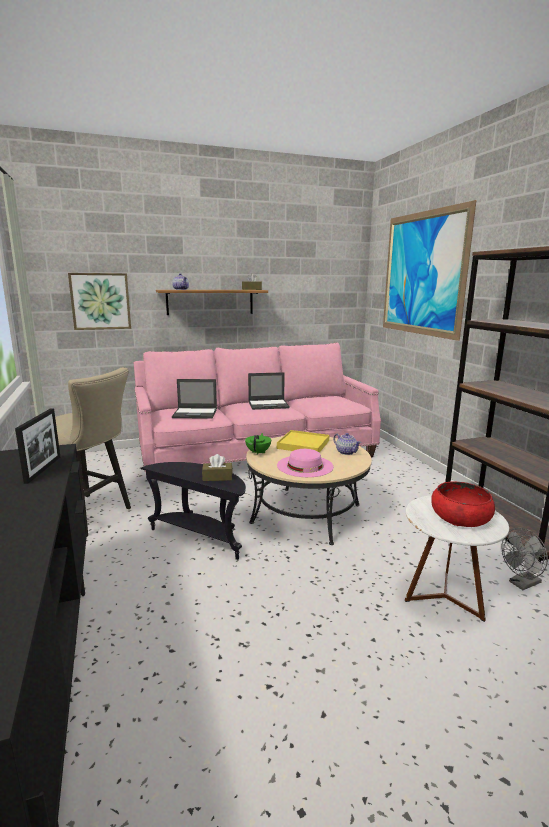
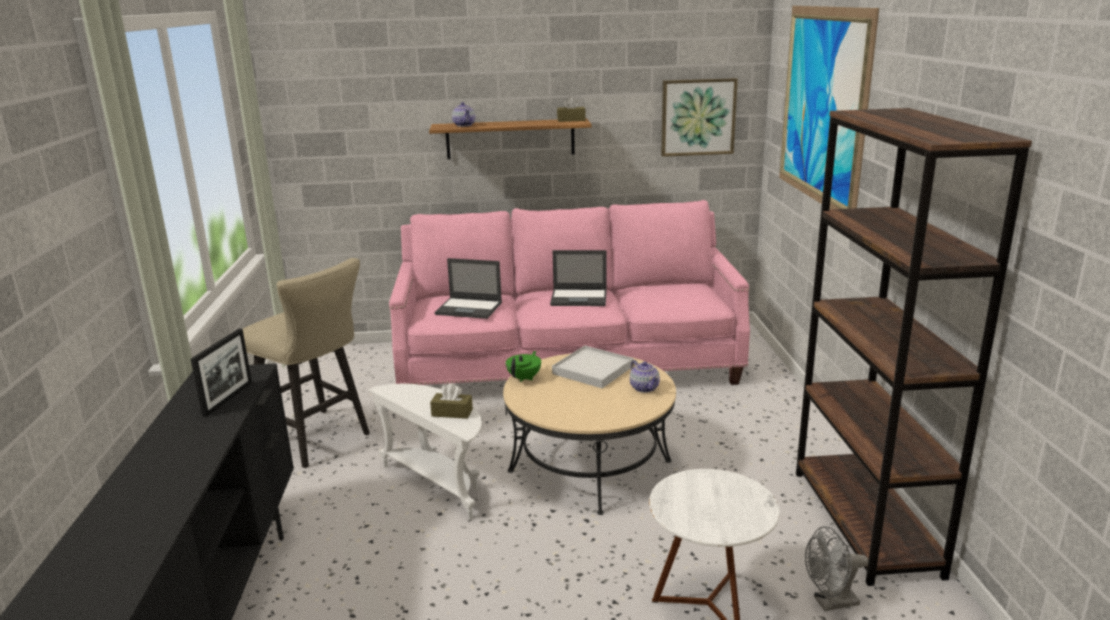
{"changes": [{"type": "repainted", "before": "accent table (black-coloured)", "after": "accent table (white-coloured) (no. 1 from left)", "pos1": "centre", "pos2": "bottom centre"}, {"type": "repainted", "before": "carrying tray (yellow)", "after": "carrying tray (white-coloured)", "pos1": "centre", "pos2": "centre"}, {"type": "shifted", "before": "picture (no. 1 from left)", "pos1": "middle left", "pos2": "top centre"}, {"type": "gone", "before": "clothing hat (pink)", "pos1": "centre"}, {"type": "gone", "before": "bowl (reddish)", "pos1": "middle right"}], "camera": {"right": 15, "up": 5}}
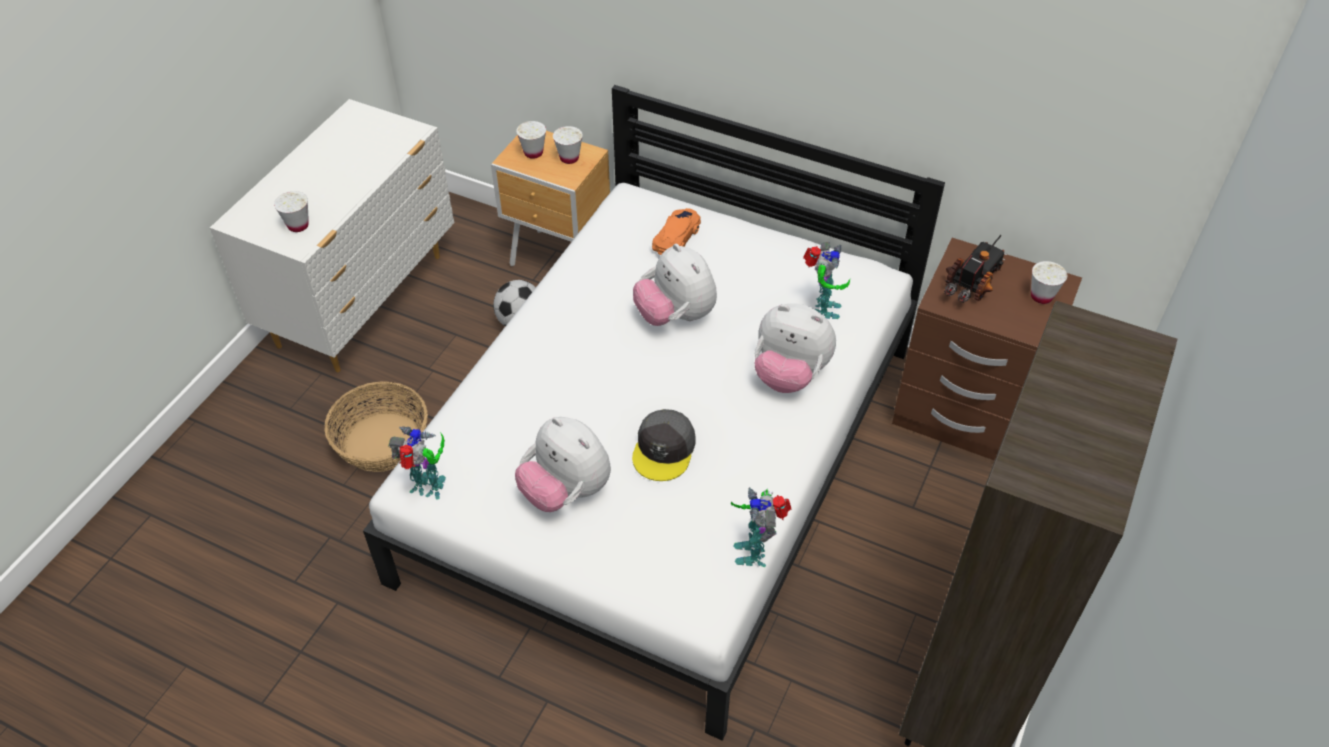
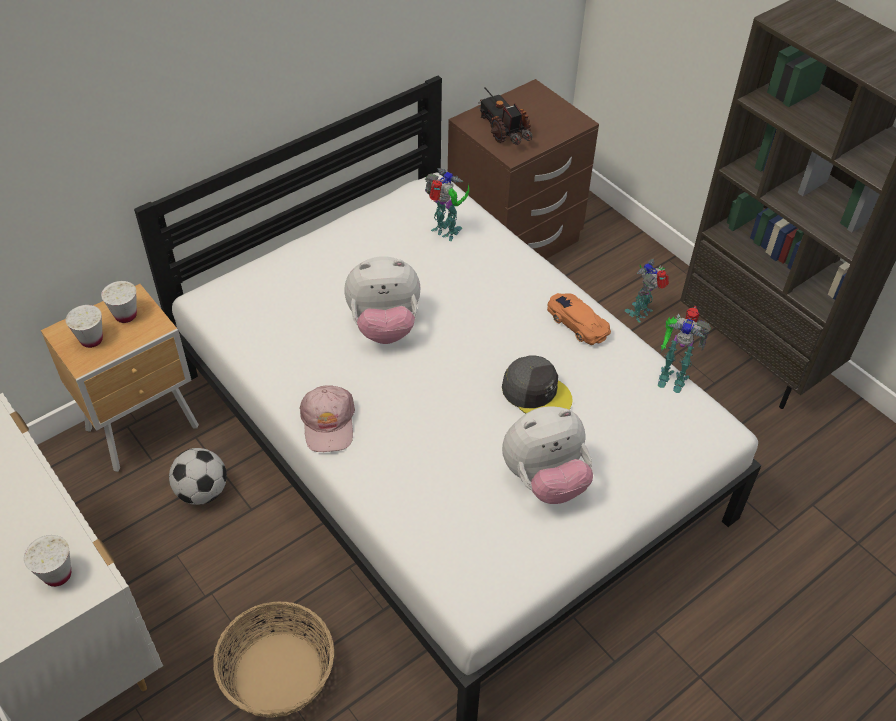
{"changes": [{"type": "new", "after": "peaked cap (pink)", "pos2": "centre"}, {"type": "shifted", "before": "toy car (orange-coloured)", "pos1": "top centre", "pos2": "centre"}, {"type": "shifted", "before": "model robot (no. 1 from left in the first image)", "after": "model robot (no. 2 from left)", "pos1": "middle left", "pos2": "middle right"}, {"type": "gone", "before": "soft toy (no. 3 from left)", "pos1": "centre"}, {"type": "gone", "before": "drinking cup (white-coloured) (no. 4 from left)", "pos1": "middle right"}], "camera": {"right": -65, "up": 0}}
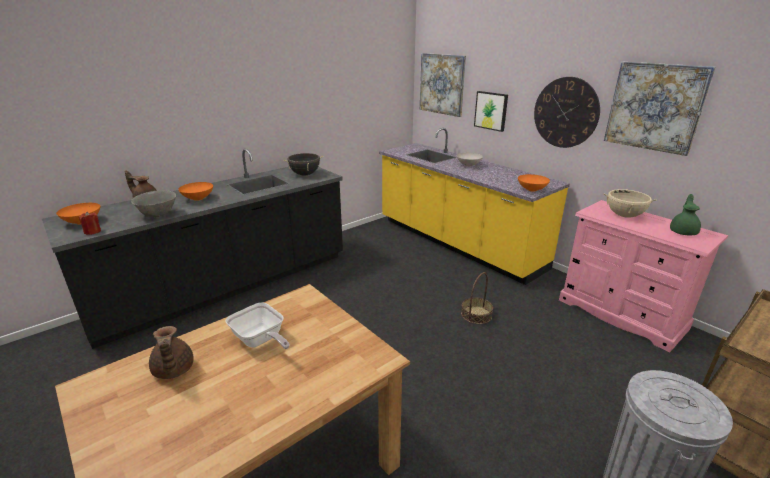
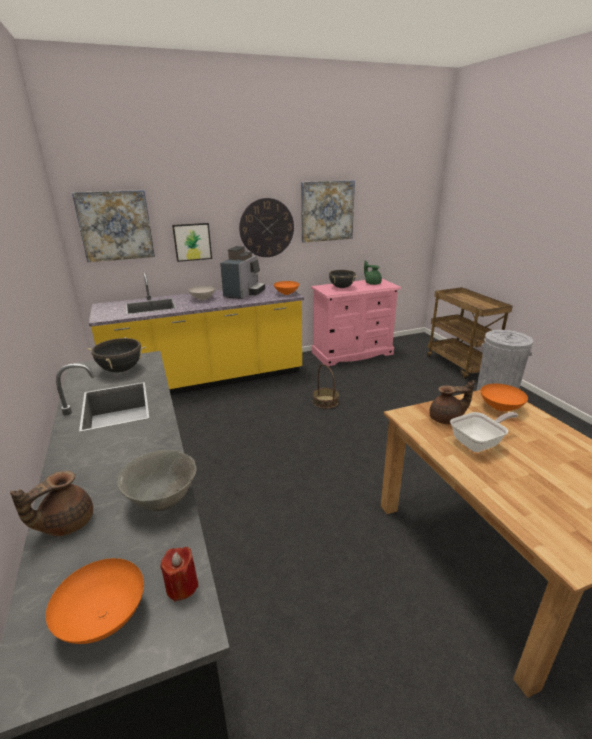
{"changes": [{"type": "new", "after": "coffee machine", "pos2": "centre"}, {"type": "repainted", "before": "cooking pot (beige-coloured)", "after": "cooking pot (black-coloured) (no. 2 from left)", "pos1": "middle right", "pos2": "centre"}, {"type": "shifted", "before": "pot for tea (brownish) (no. 2 from left)", "pos1": "bottom left", "pos2": "middle right"}, {"type": "shifted", "before": "bowl (orange-coloured) (no. 2 from left in the first image)", "after": "bowl (orange-coloured) (no. 3 from left)", "pos1": "middle left", "pos2": "middle right"}], "camera": {"right": -70, "up": 0}}
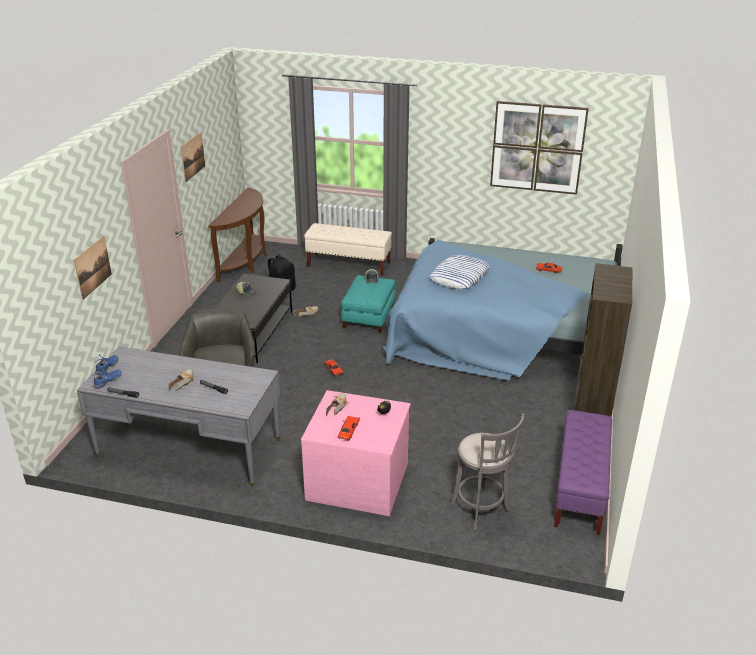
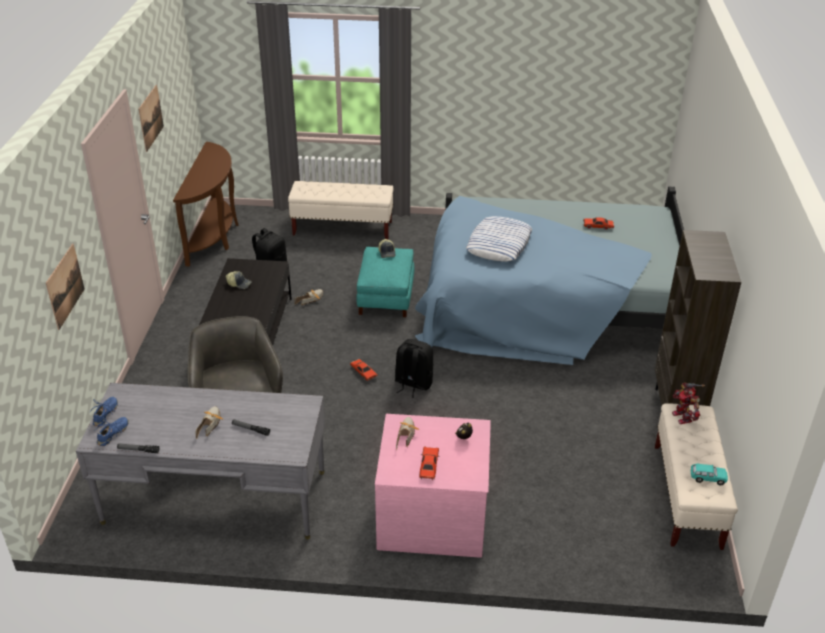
{"changes": [{"type": "new", "after": "rucksack (black-coloured) (no. 2 from left)", "pos2": "centre"}, {"type": "repainted", "before": "long seat (purple)", "after": "long seat (beige-coloured) (no. 2 from left)", "pos1": "bottom right", "pos2": "bottom right"}, {"type": "new", "after": "model robot", "pos2": "middle right"}, {"type": "new", "after": "toy car (blue-green)", "pos2": "bottom right"}, {"type": "gone", "before": "stool seat (grey)", "pos1": "bottom centre"}, {"type": "gone", "before": "picture (no. 3 from left)", "pos1": "top right"}], "camera": {"right": -10, "up": 5}}
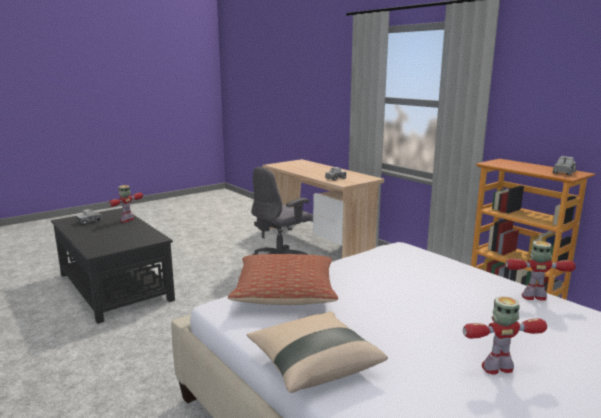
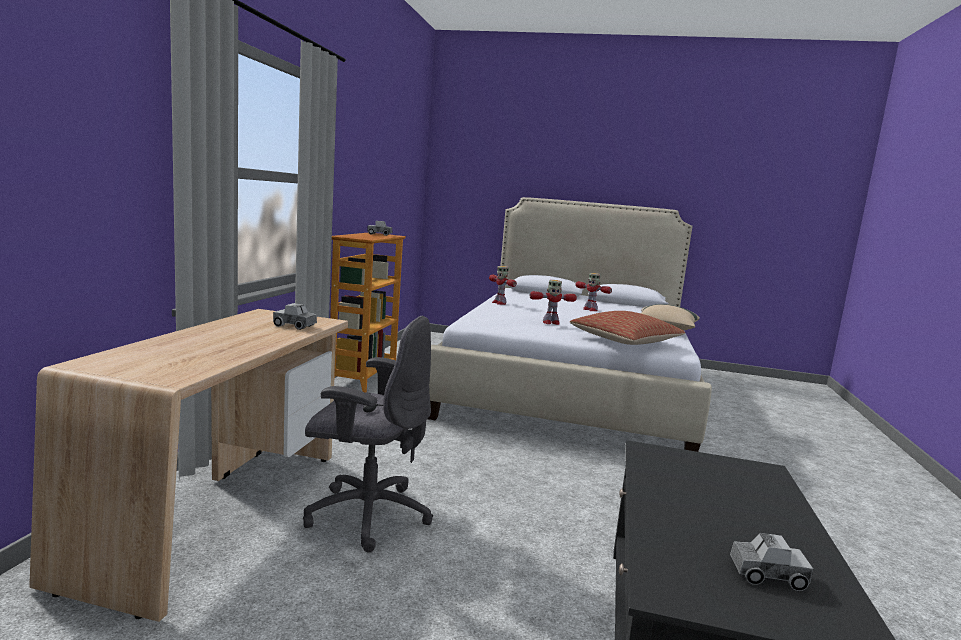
{"changes": [{"type": "shifted", "before": "model robot (no. 1 from left in the first image)", "after": "model robot (no. 2 from left)", "pos1": "middle left", "pos2": "centre"}], "camera": {"right": -130, "up": -5}}
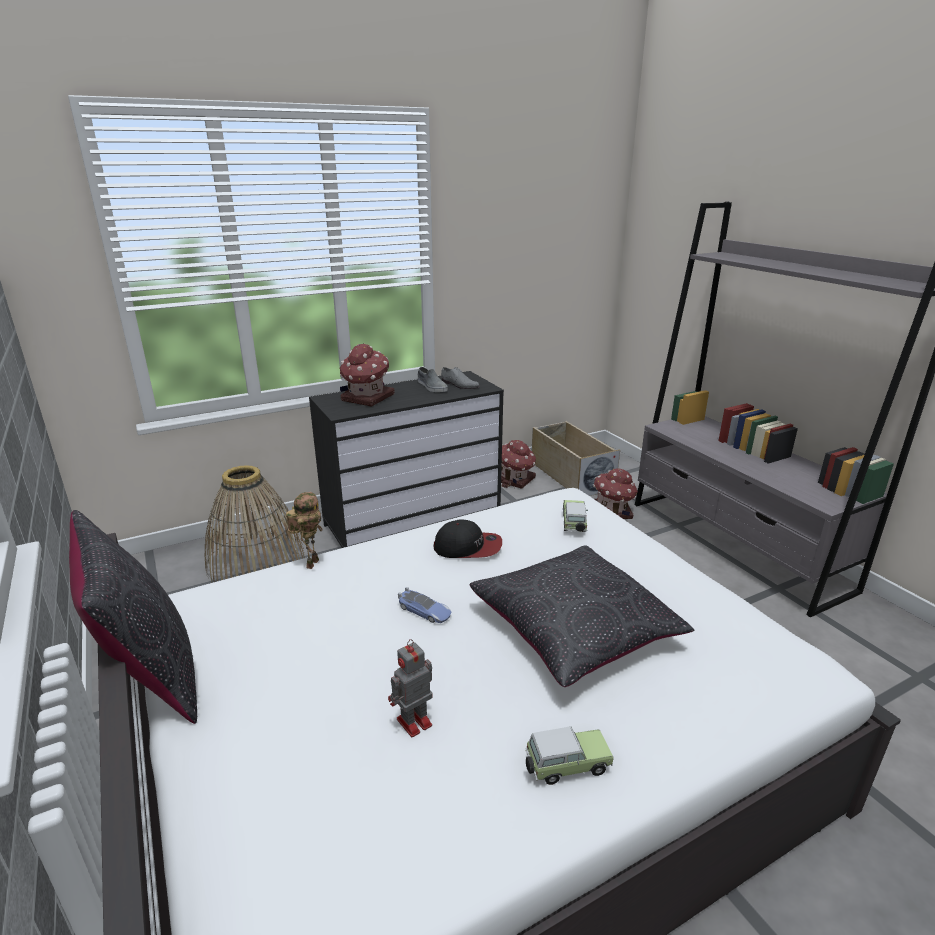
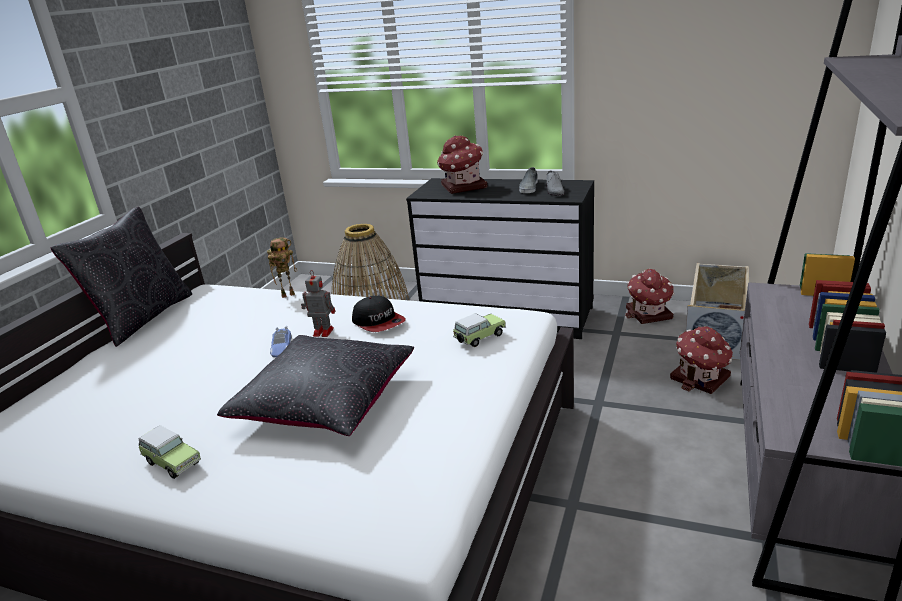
{"changes": [{"type": "shifted", "before": "model robot (no. 2 from left)", "pos1": "bottom centre", "pos2": "centre"}], "camera": {"right": 50, "up": 0}}
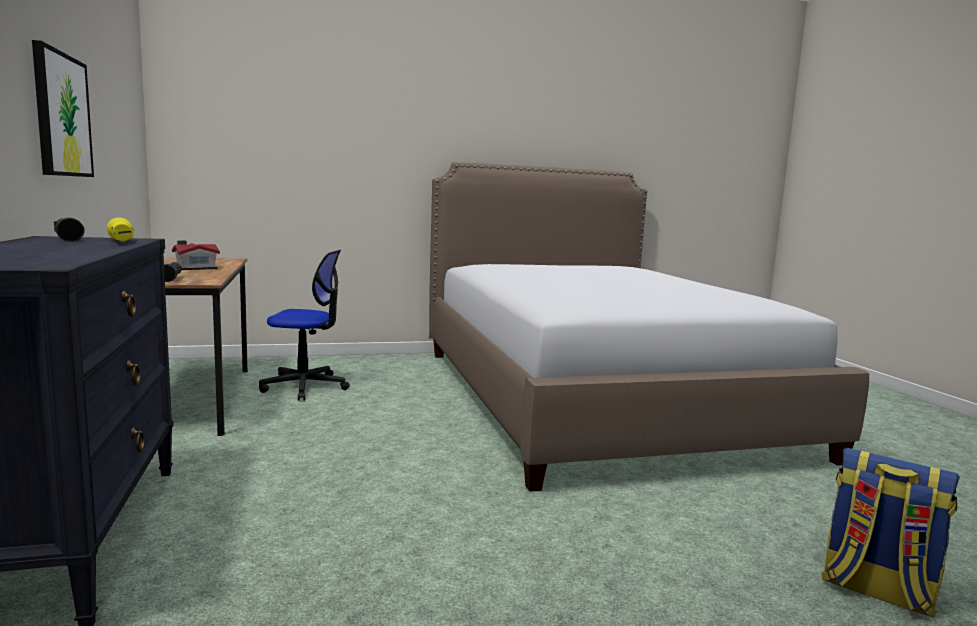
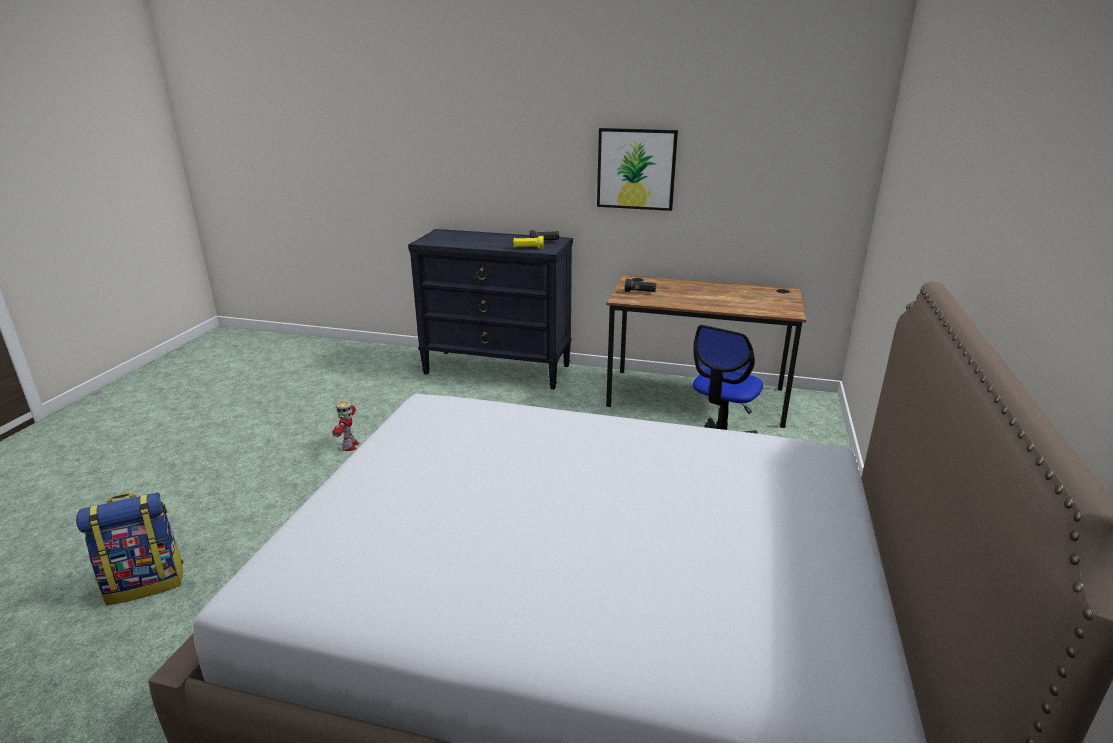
{"changes": [{"type": "new", "after": "model robot", "pos2": "middle left"}, {"type": "gone", "before": "toy house", "pos1": "middle left"}], "camera": {"right": 120, "up": 15}}
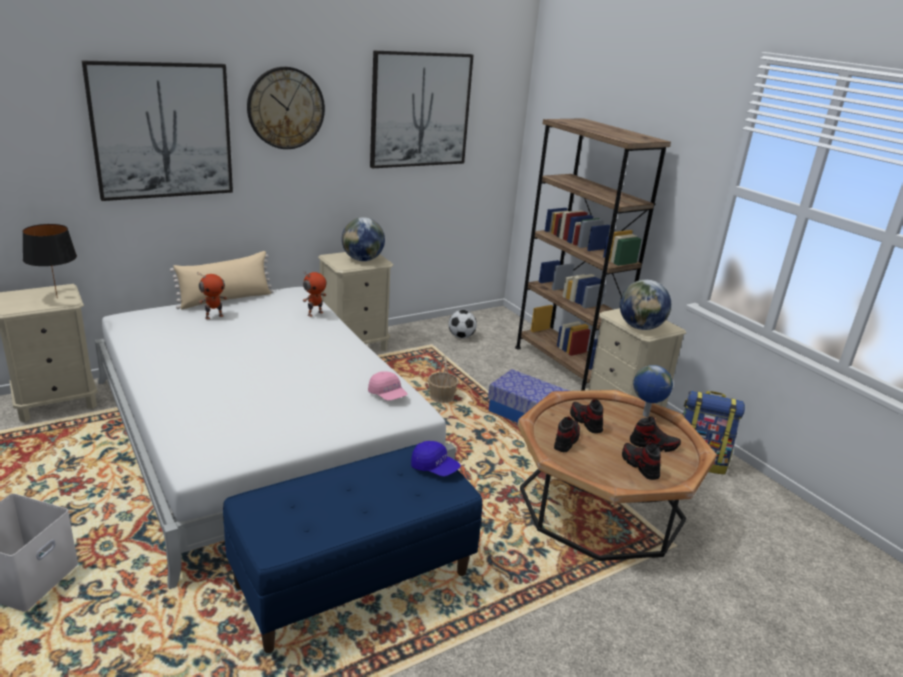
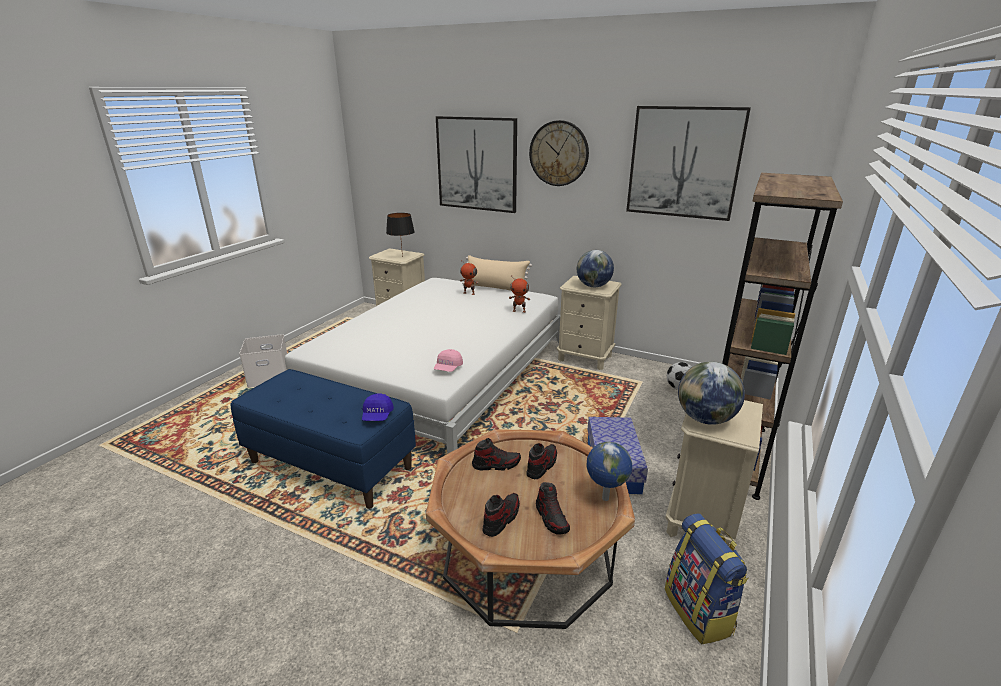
{"changes": [{"type": "gone", "before": "household basket", "pos1": "centre"}], "camera": {"right": 60, "up": 0}}
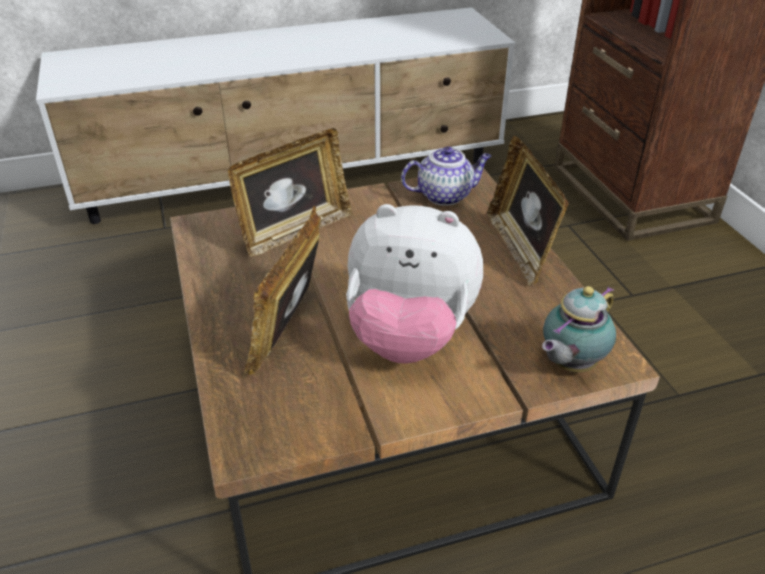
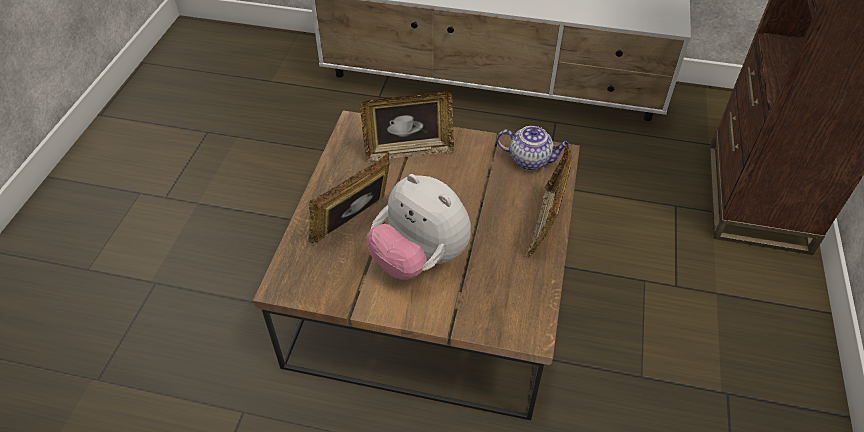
{"changes": [{"type": "gone", "before": "pot for tea (no. 2 from left)", "pos1": "middle right"}], "camera": {"right": 30, "up": 10}}
